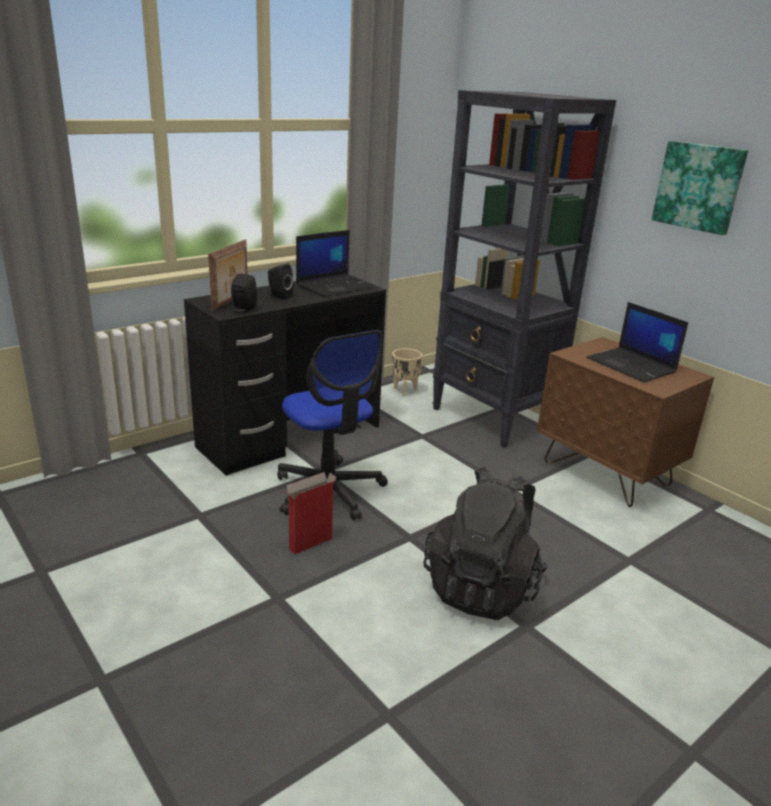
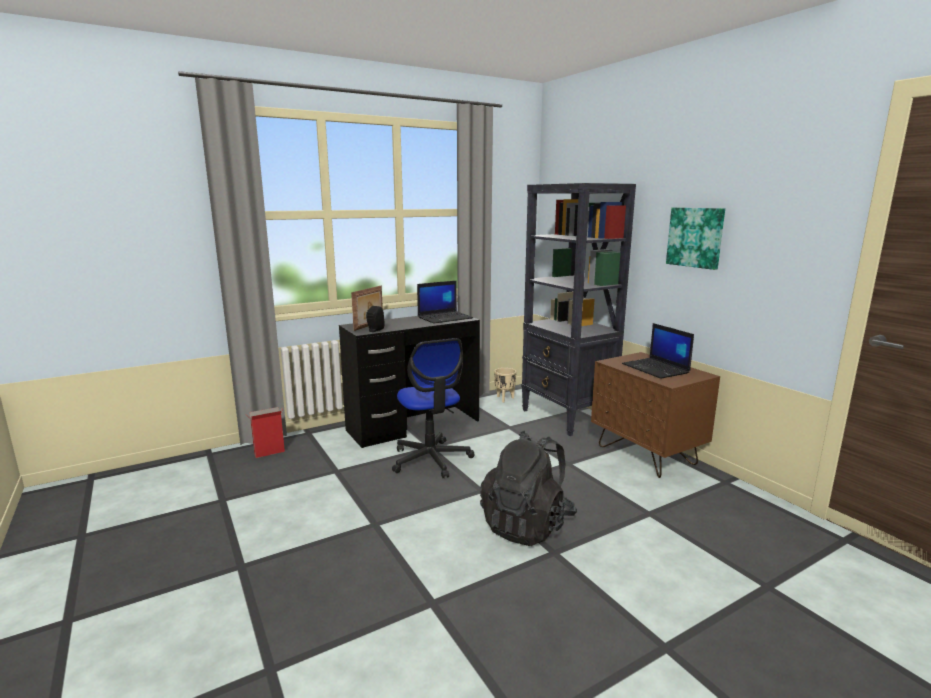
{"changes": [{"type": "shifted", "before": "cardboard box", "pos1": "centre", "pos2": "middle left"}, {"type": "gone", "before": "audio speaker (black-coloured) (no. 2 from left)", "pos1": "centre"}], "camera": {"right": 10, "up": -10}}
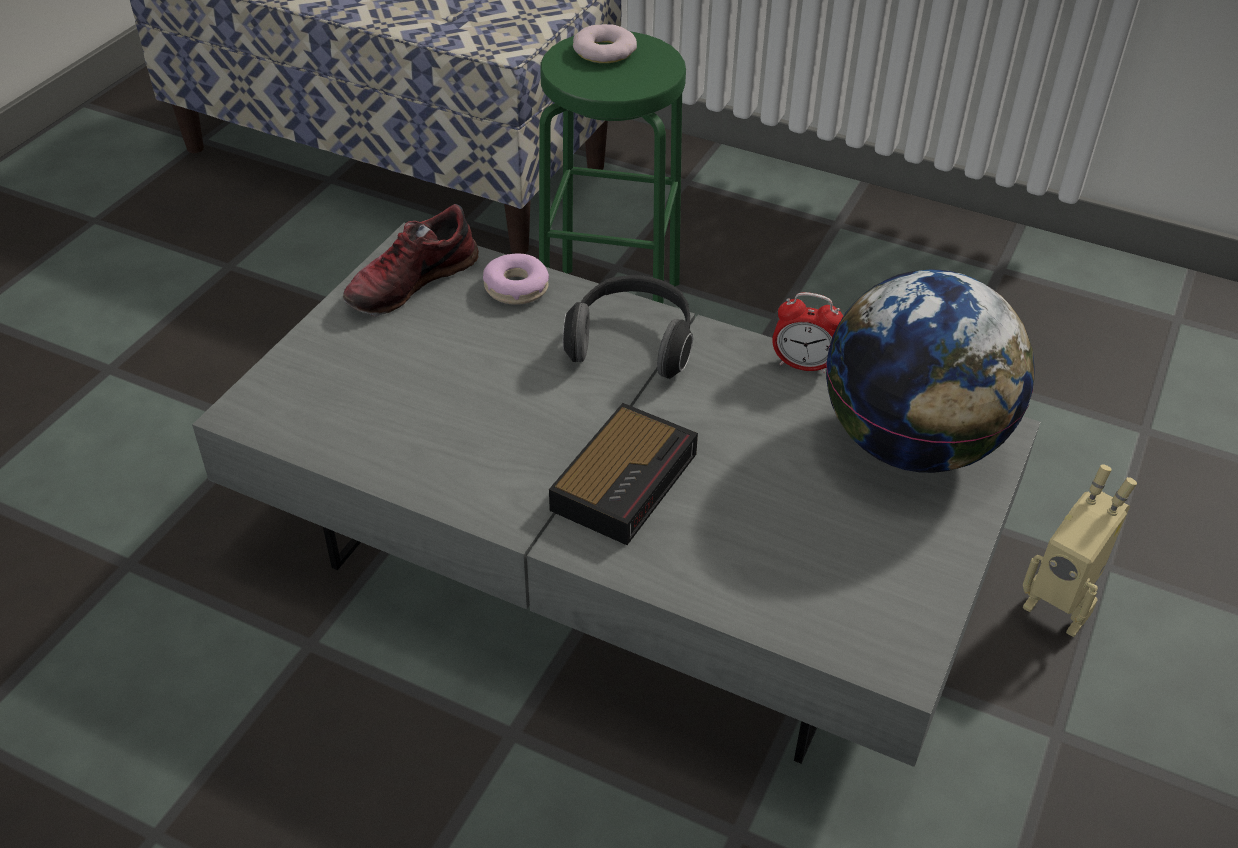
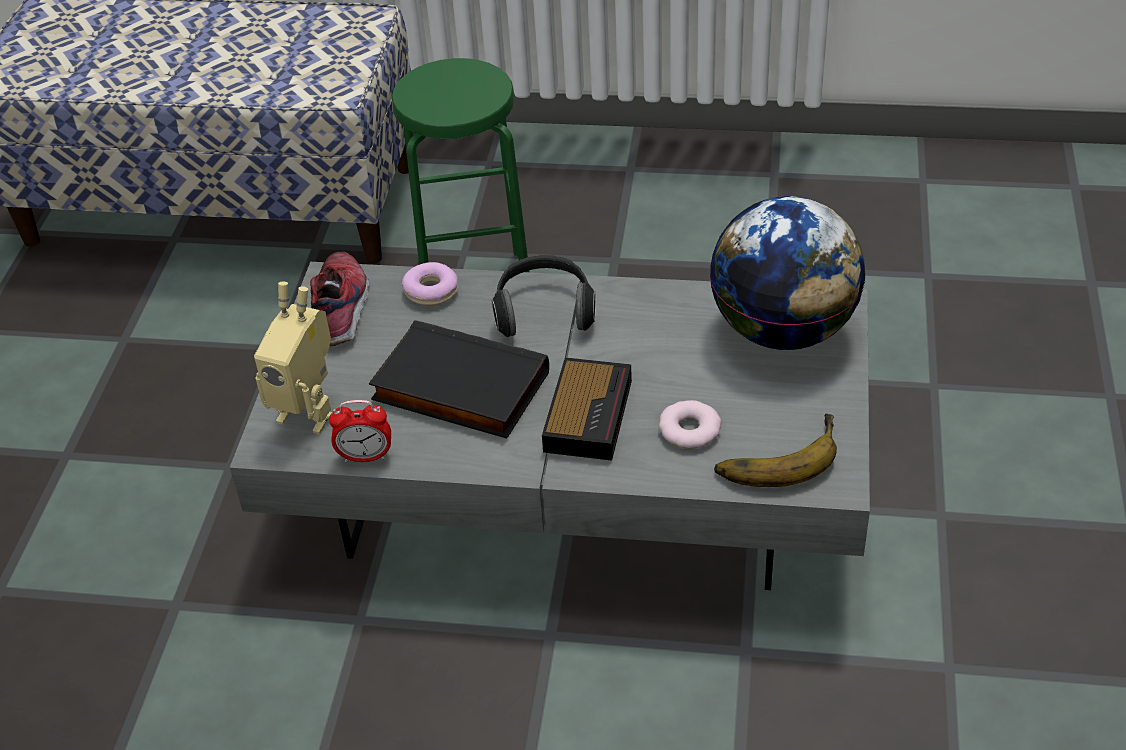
{"changes": [{"type": "shifted", "before": "model robot", "pos1": "middle right", "pos2": "middle left"}, {"type": "rotated", "before": "item of footwear", "pos1": "top left", "pos2": "middle left", "turn": 150}, {"type": "shifted", "before": "alarm clock (no. 2 from left in the first image)", "after": "alarm clock (no. 1 from left)", "pos1": "centre", "pos2": "middle left"}, {"type": "new", "after": "book (black-coloured)", "pos2": "centre"}, {"type": "shifted", "before": "doughnut (no. 2 from left)", "pos1": "top centre", "pos2": "centre"}, {"type": "new", "after": "banana fruit", "pos2": "middle right"}], "camera": {"right": -15, "up": 0}}
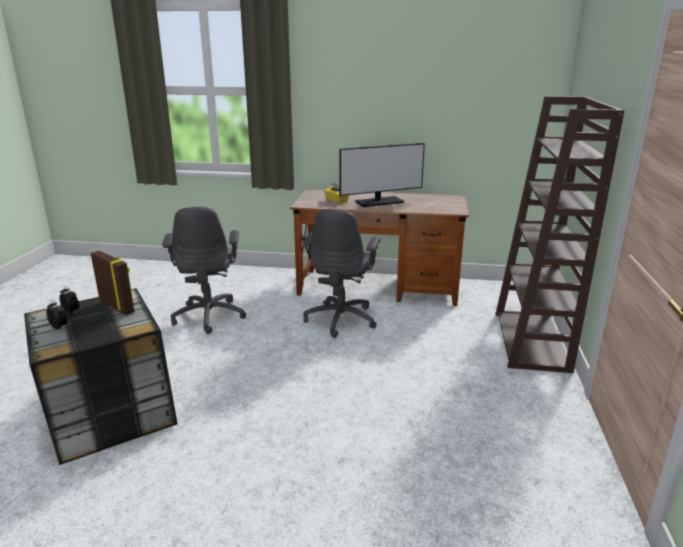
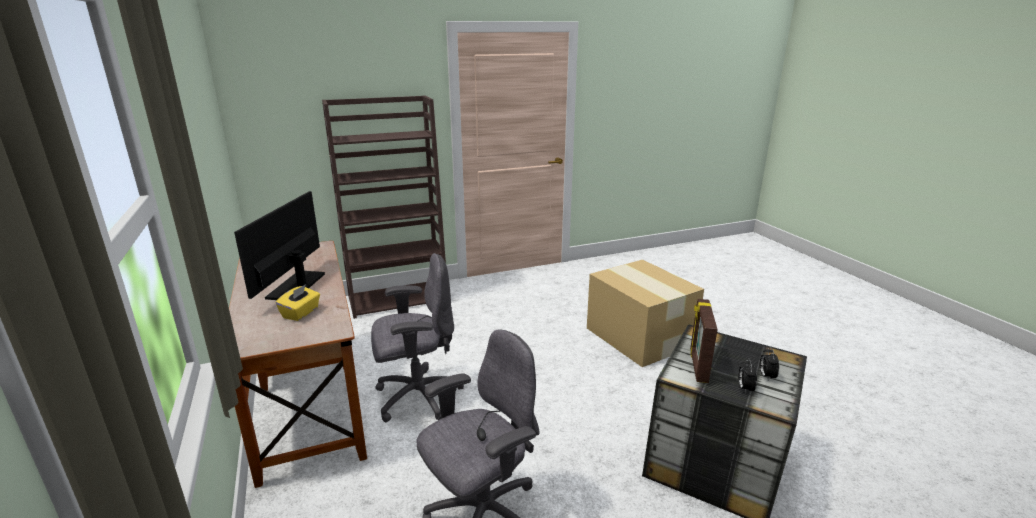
{"changes": [{"type": "rotated", "before": "computer display", "pos1": "top centre", "pos2": "middle left", "turn": -120}, {"type": "new", "after": "cardboard box", "pos2": "centre"}], "camera": {"right": -120, "up": 0}}
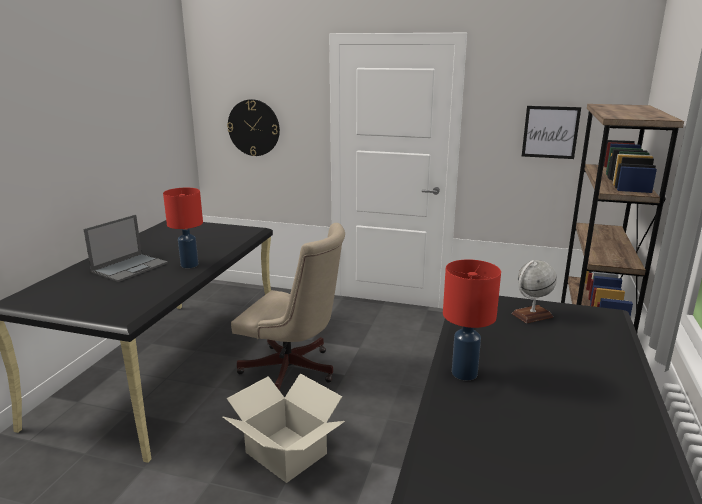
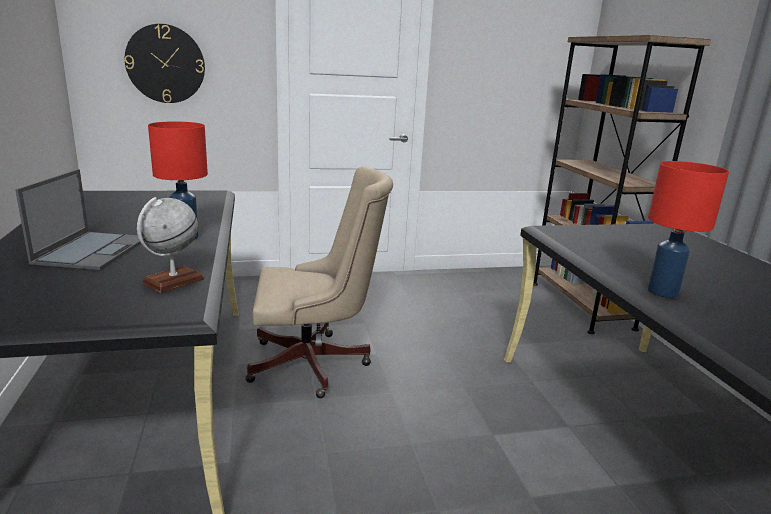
{"changes": [{"type": "shifted", "before": "desk globe", "pos1": "middle right", "pos2": "middle left"}, {"type": "gone", "before": "cardboard box", "pos1": "bottom centre"}, {"type": "gone", "before": "picture", "pos1": "top right"}], "camera": {"right": -30, "up": 0}}
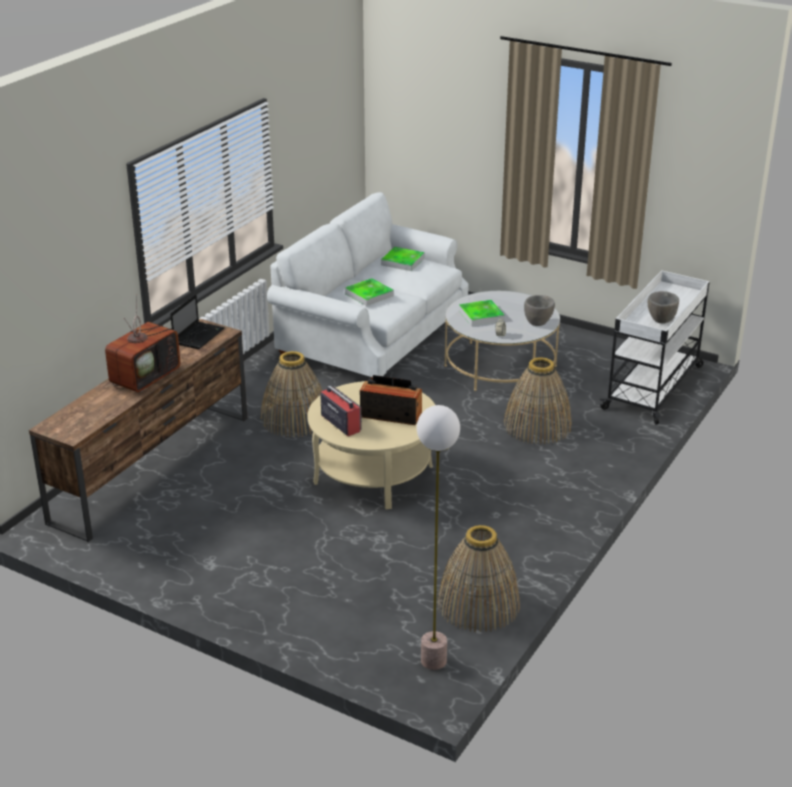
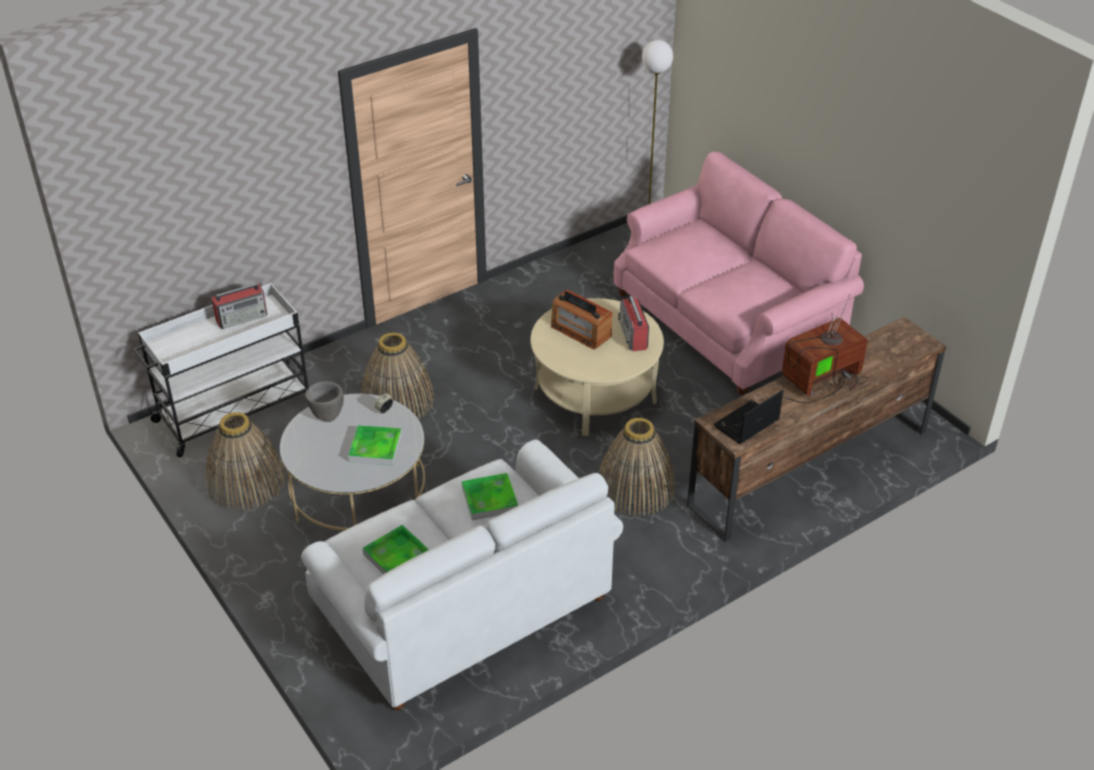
{"changes": [{"type": "shifted", "before": "household basket (no. 2 from left in the first image)", "after": "household basket (no. 1 from left)", "pos1": "bottom centre", "pos2": "middle left"}, {"type": "swapped", "before": "bowl (grey) (no. 2 from left)", "after": "radio receiver (no. 1 from left)", "pos1": "middle right", "pos2": "middle left"}, {"type": "new", "after": "couch (pink)", "pos2": "middle right"}], "camera": {"right": -155, "up": 10}}
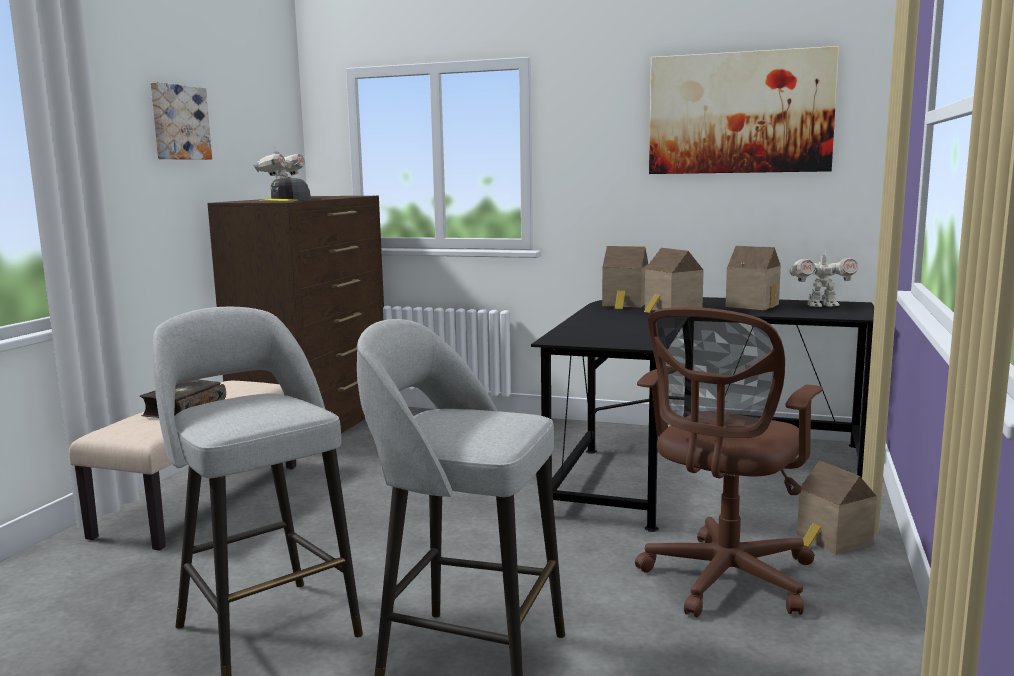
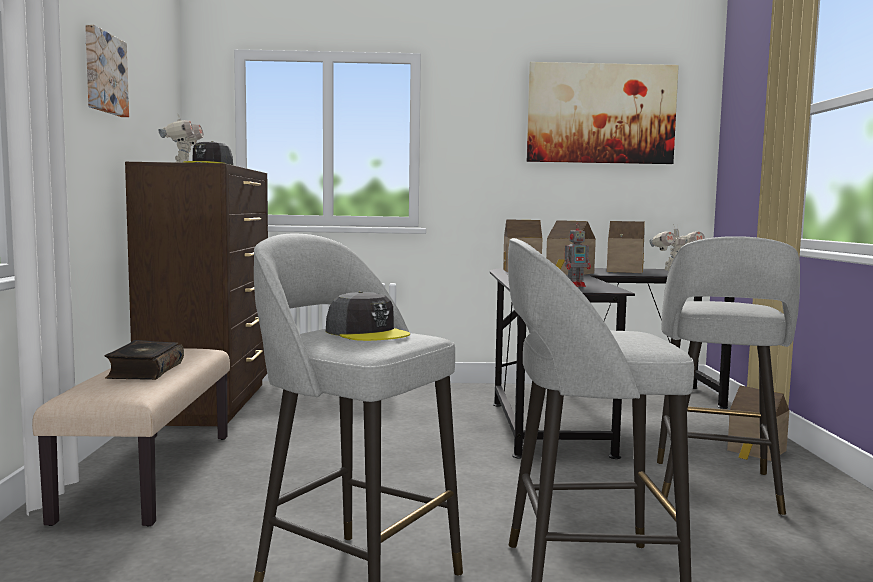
{"changes": [{"type": "new", "after": "peaked cap (grey) (no. 2 from left)", "pos2": "centre"}, {"type": "new", "after": "model robot (no. 2 from left)", "pos2": "centre"}, {"type": "swapped", "before": "desk chair (brownish)", "after": "stool seat (grey) (no. 3 from left)", "pos1": "bottom right", "pos2": "middle right"}], "camera": {"right": -20, "up": -5}}
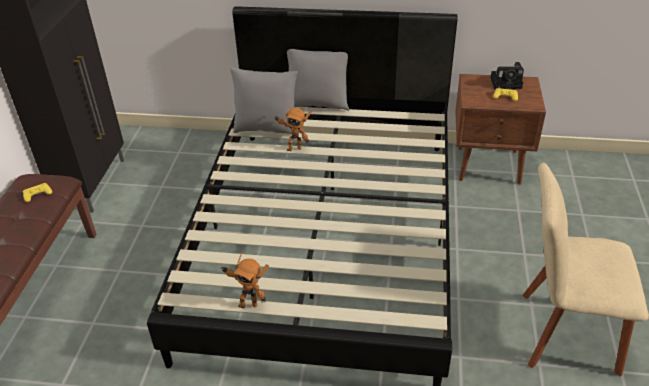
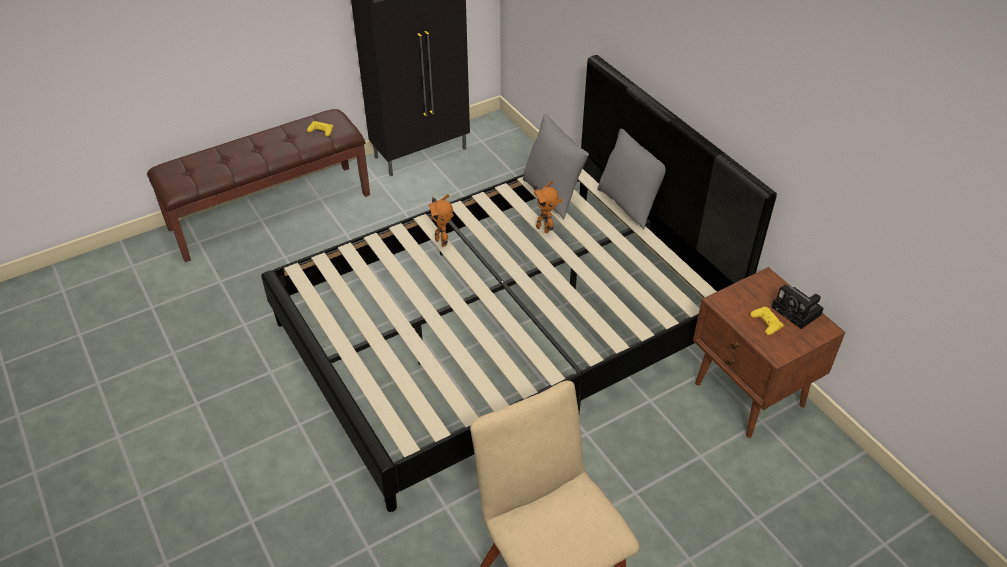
{"changes": [{"type": "shifted", "before": "model robot (no. 1 from left)", "pos1": "bottom centre", "pos2": "centre"}], "camera": {"right": 50, "up": 5}}
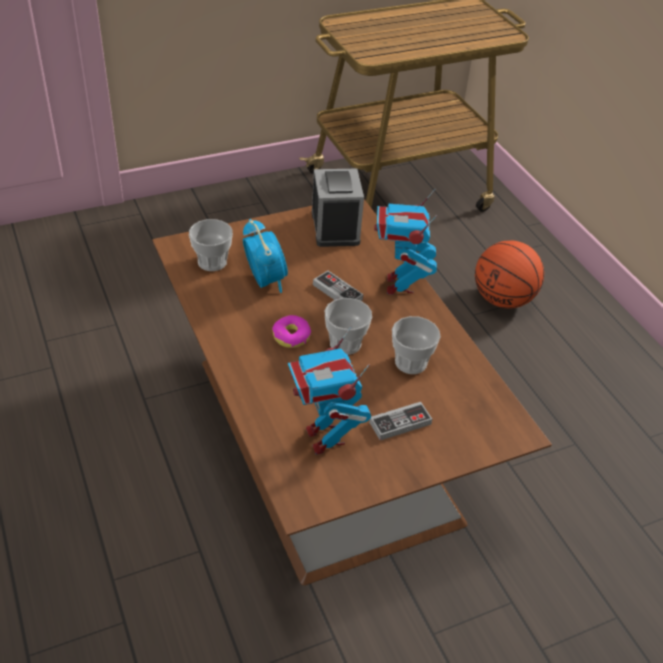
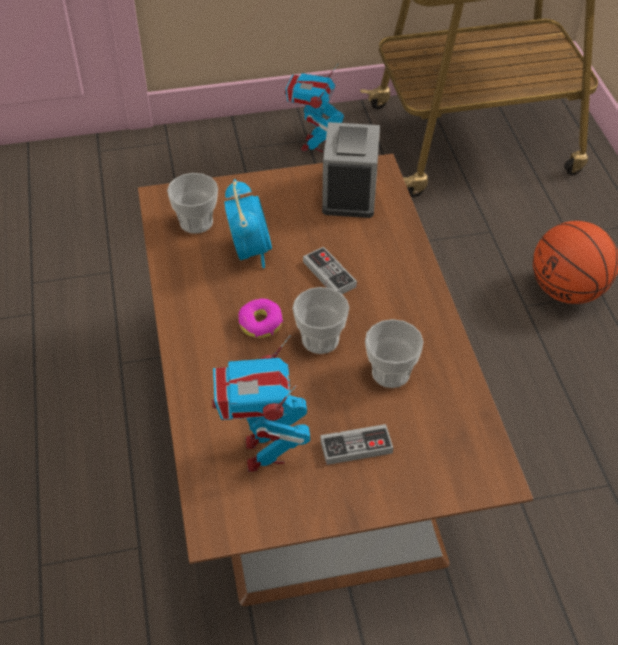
{"changes": [{"type": "shifted", "before": "model robot (no. 2 from left)", "pos1": "centre", "pos2": "top centre"}], "camera": {"right": 15, "up": 5}}
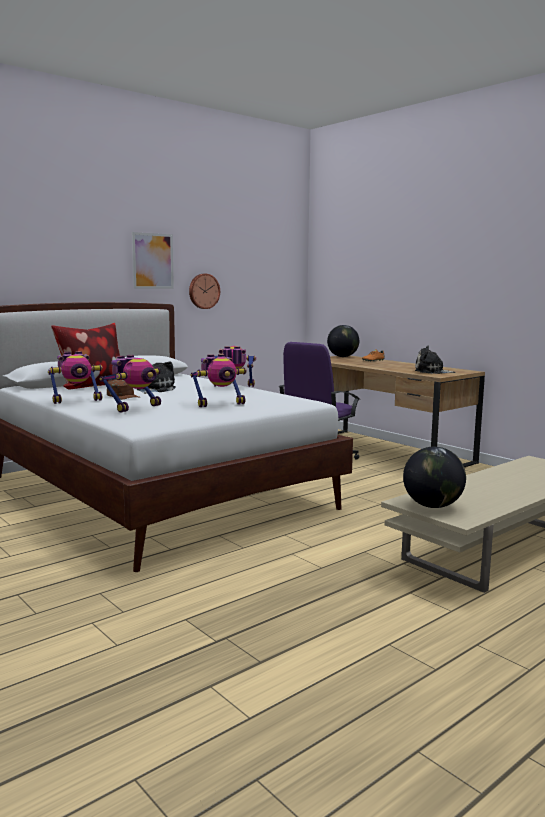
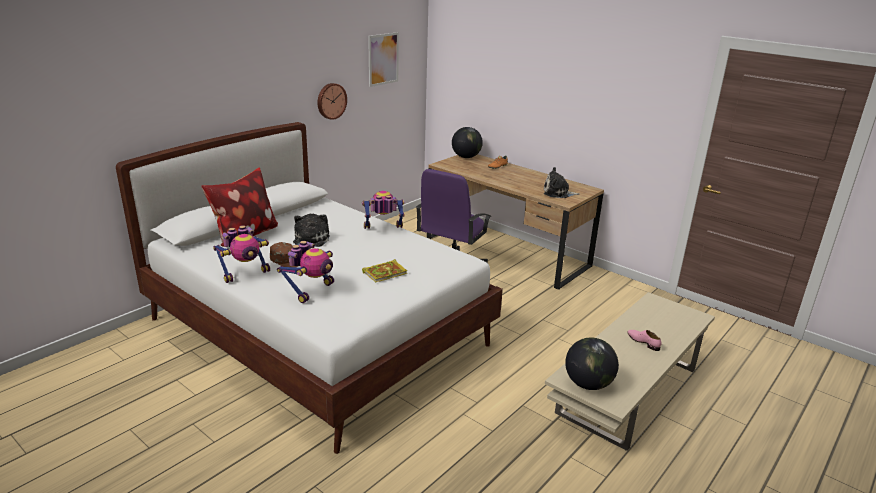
{"changes": [{"type": "swapped", "before": "model robot (no. 3 from left)", "after": "book", "pos1": "centre", "pos2": "centre"}, {"type": "shifted", "before": "picture", "pos1": "top left", "pos2": "top centre"}, {"type": "new", "after": "item of footwear (pink)", "pos2": "bottom right"}], "camera": {"right": -10, "up": 15}}
